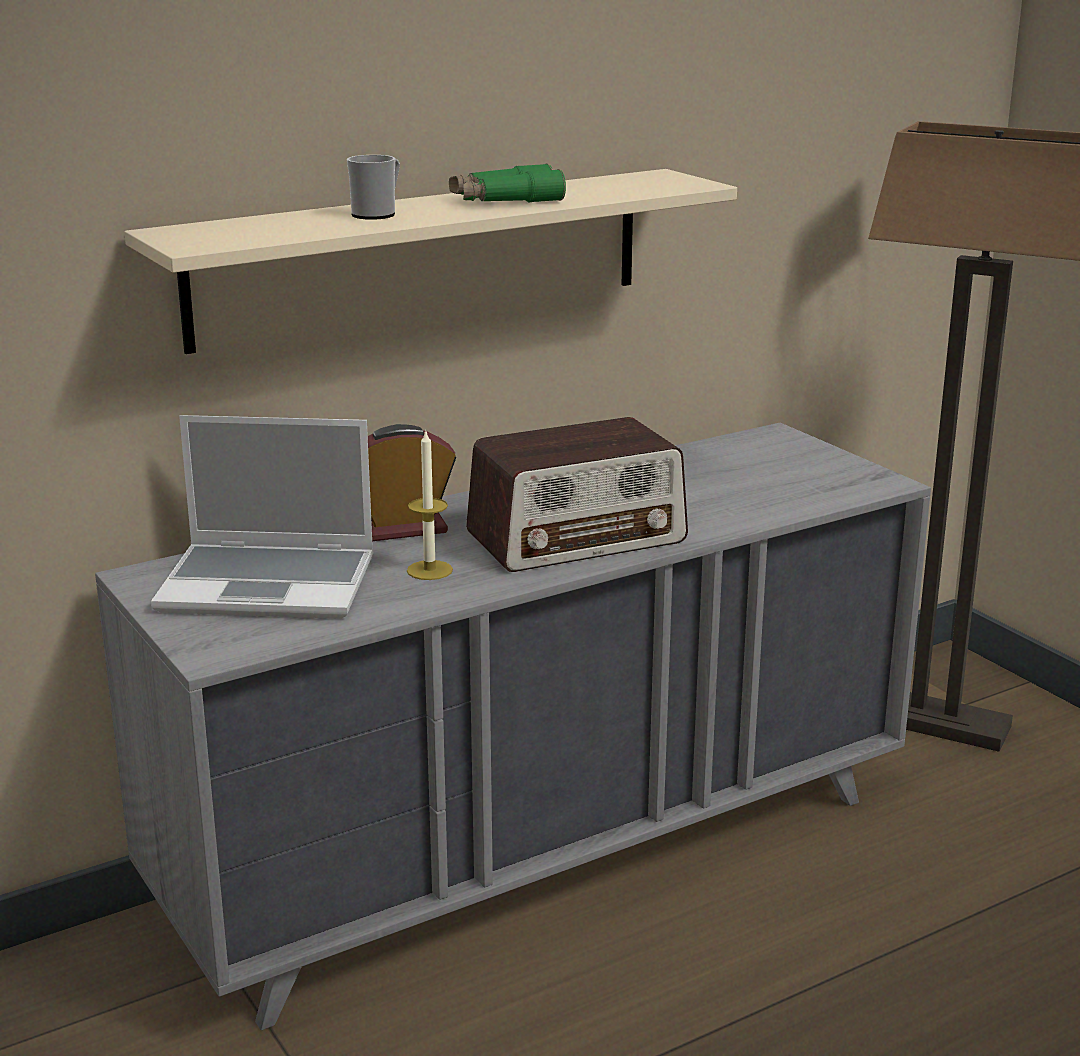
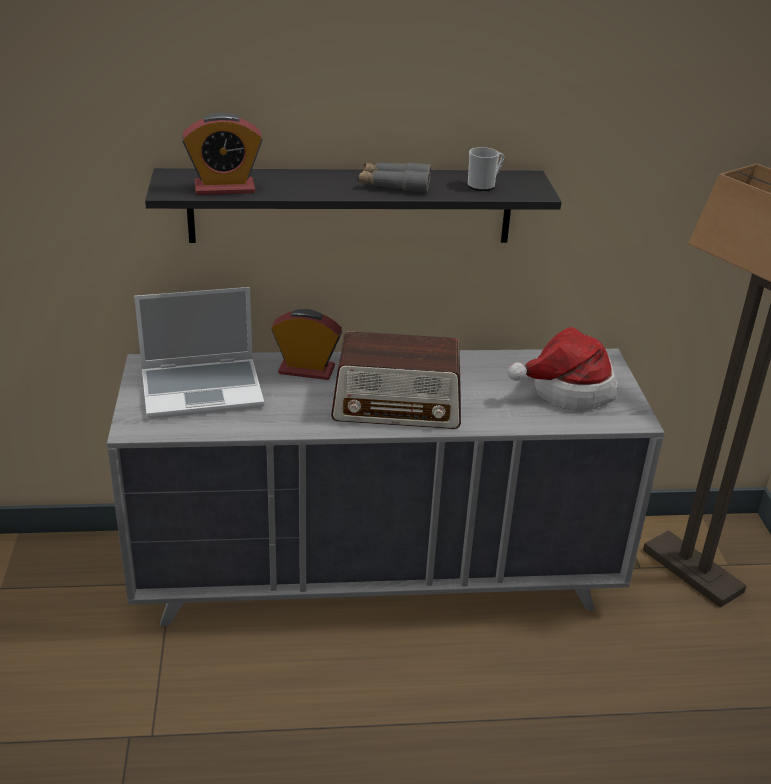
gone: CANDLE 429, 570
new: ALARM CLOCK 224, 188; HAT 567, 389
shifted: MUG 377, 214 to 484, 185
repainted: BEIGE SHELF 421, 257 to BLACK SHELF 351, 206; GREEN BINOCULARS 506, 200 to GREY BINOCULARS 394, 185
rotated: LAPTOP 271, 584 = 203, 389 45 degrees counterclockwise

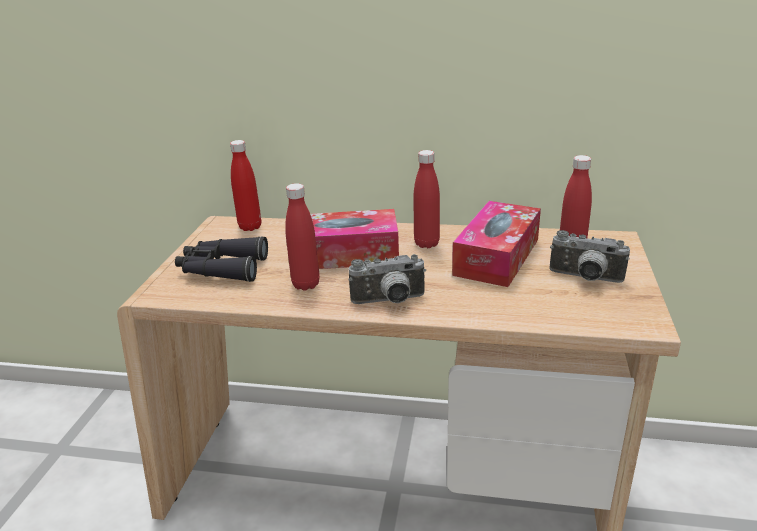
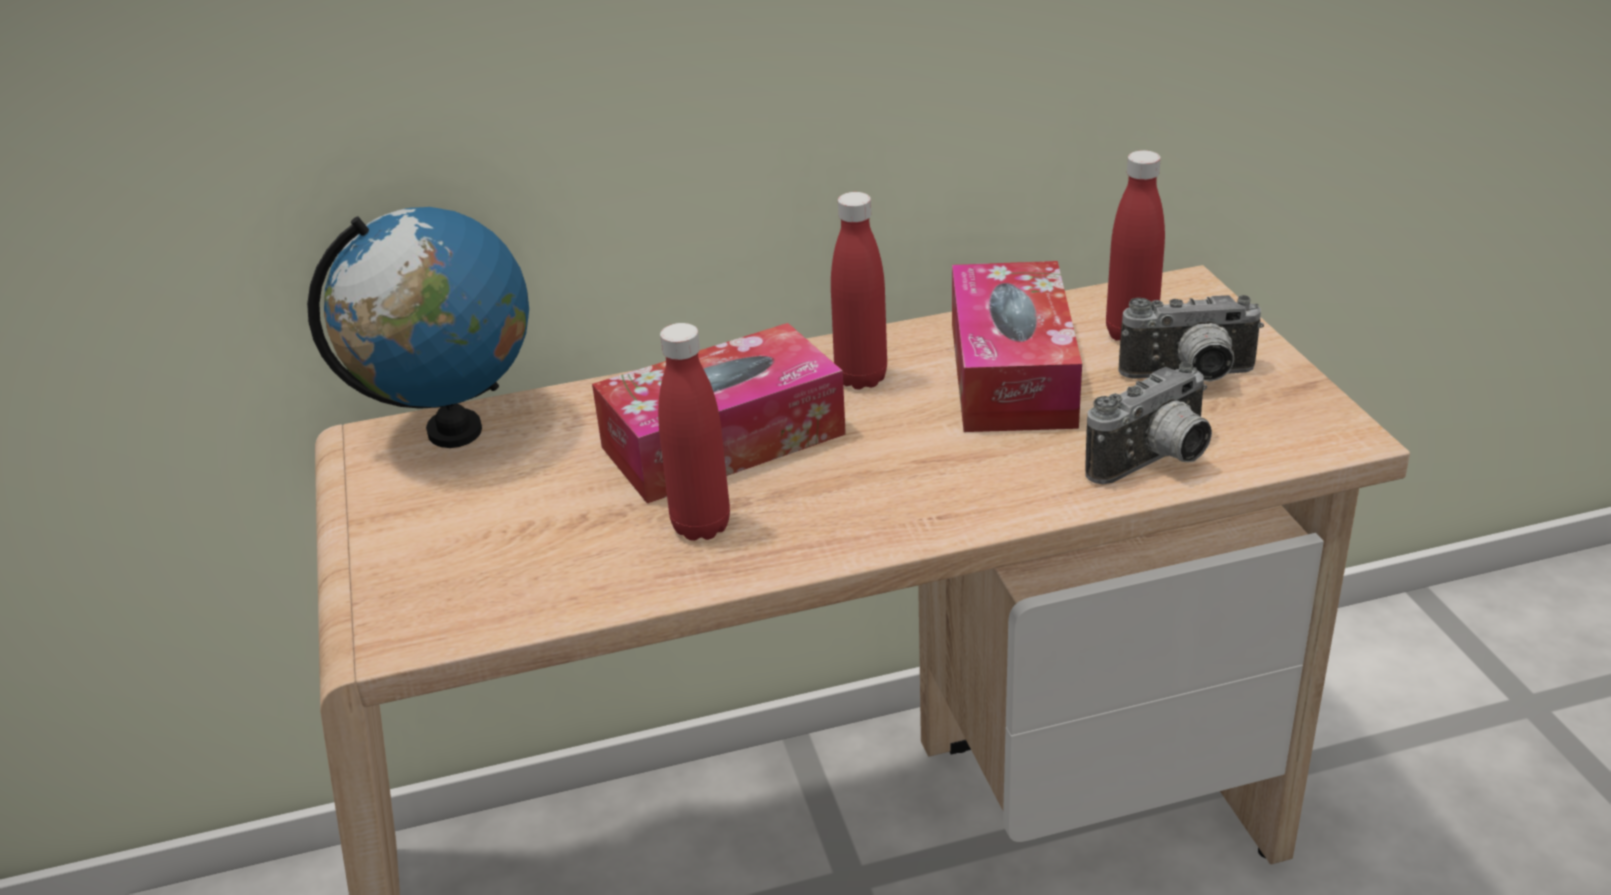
gone: BLACK BINOCULARS 222, 268
shifted: PHOTO CAMERA 389, 301 to 1156, 463
swapped: RED BOTTLE 250, 227 to GLOBE 454, 431

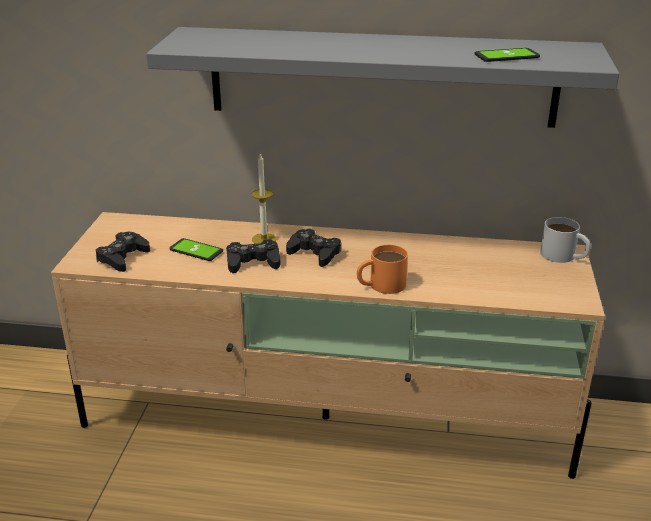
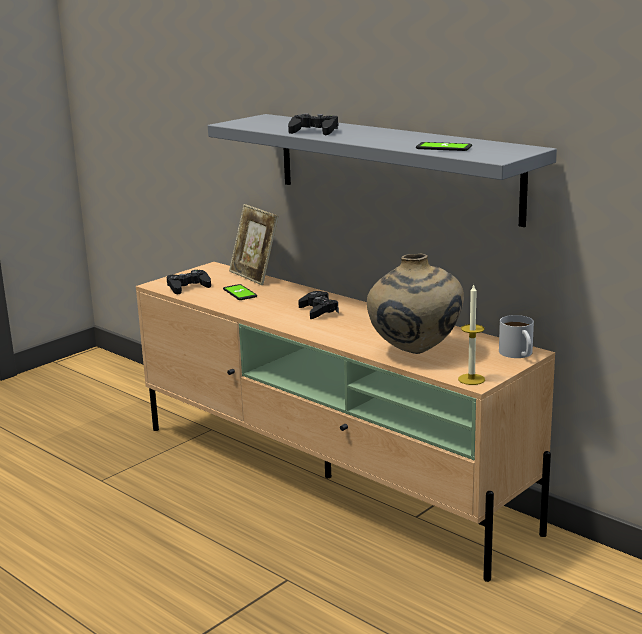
gone: ORANGE MUG 380, 285
new: PICTURE FRAME 255, 276; BEIGE VASE 414, 353
shifted: BLACK GAME CONTROLLER 253, 262 to 314, 131; CANDLE 264, 239 to 471, 379

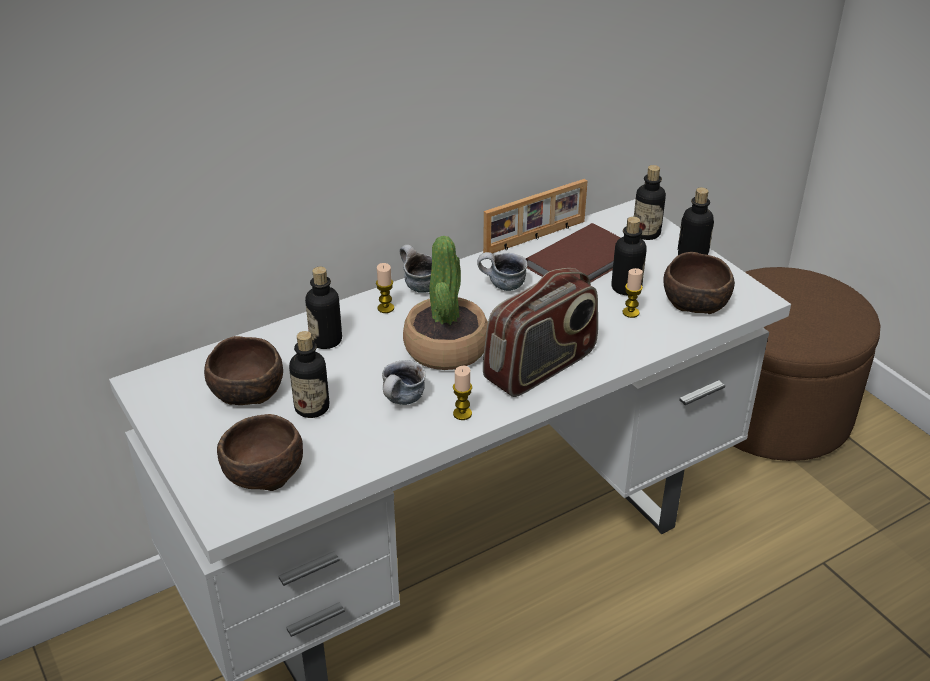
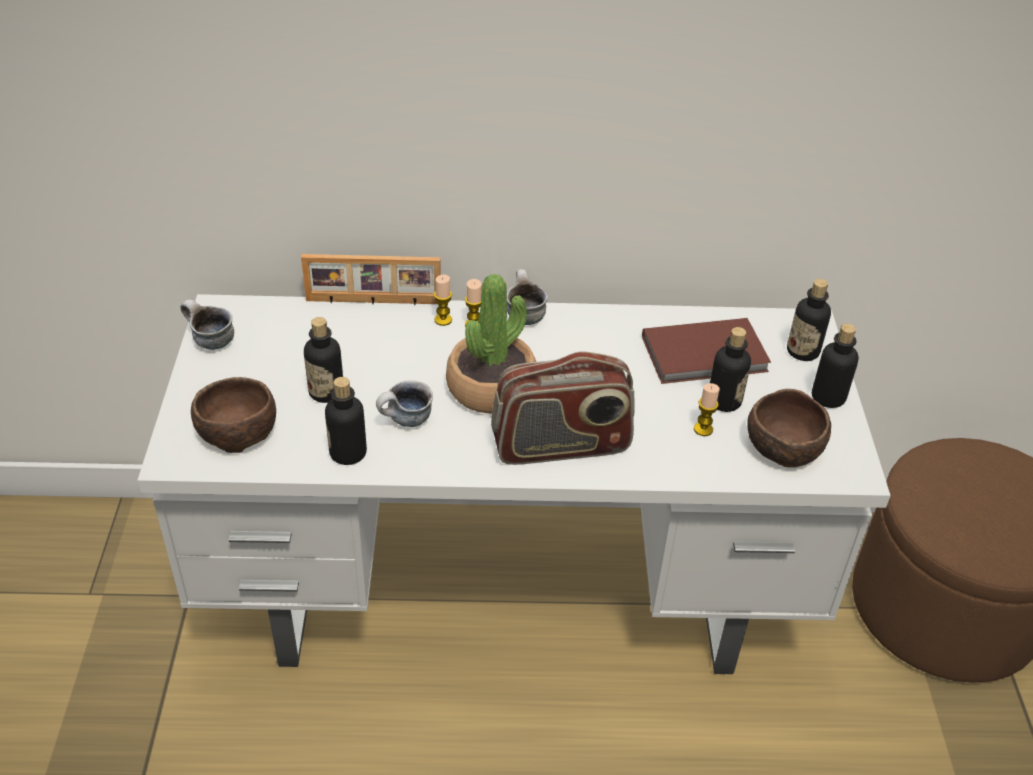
gone: BROWN BOWL 248, 391
shifted: BOTTLE 326, 340 to 348, 453; CANDLE 462, 414 to 443, 320; MUG 502, 286 to 209, 341; PICTURE FRAME 536, 238 to 373, 302

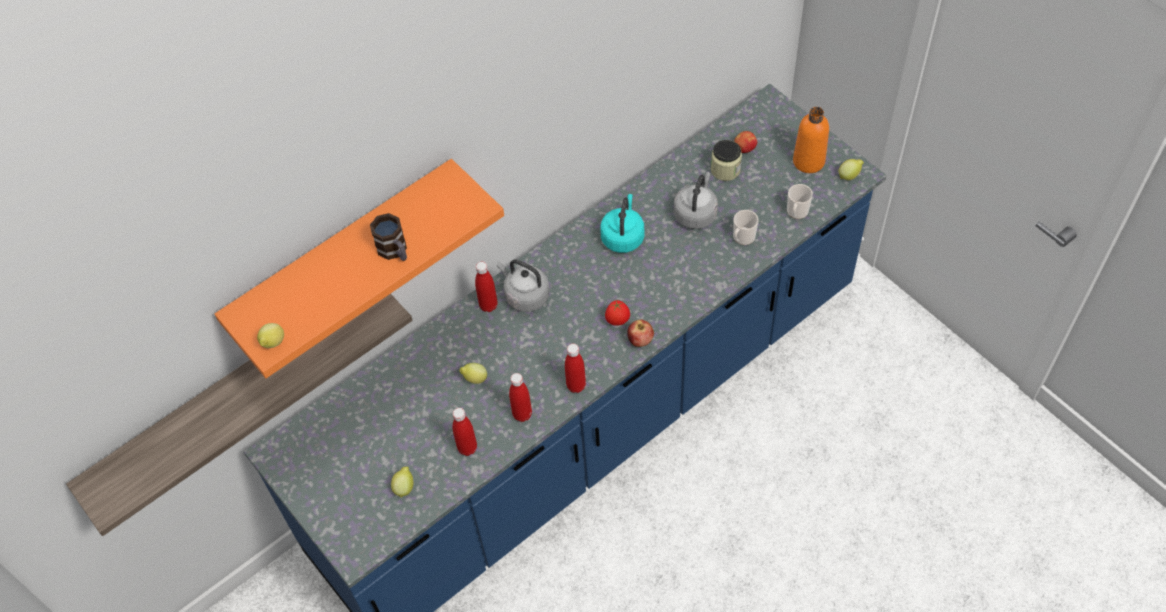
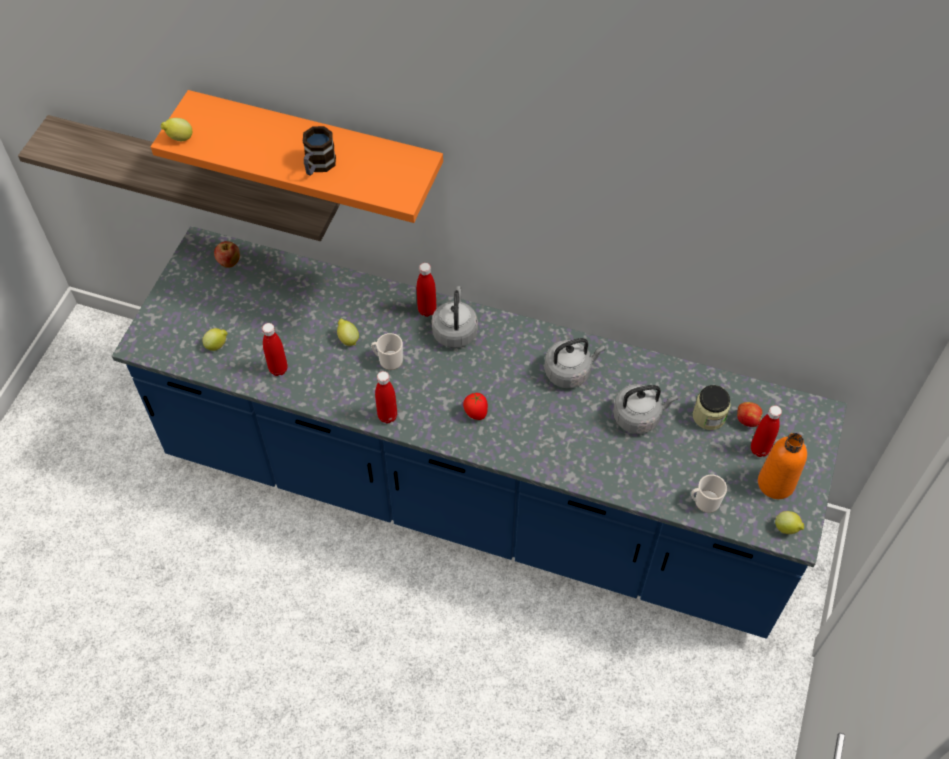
shifted: RED BOTTLE 522, 414 to 759, 449; APPLE 640, 341 to 229, 262; MUG 742, 238 to 388, 360
repainted: TURQUOISE KETTLE 623, 236 to GREY KETTLE 570, 372

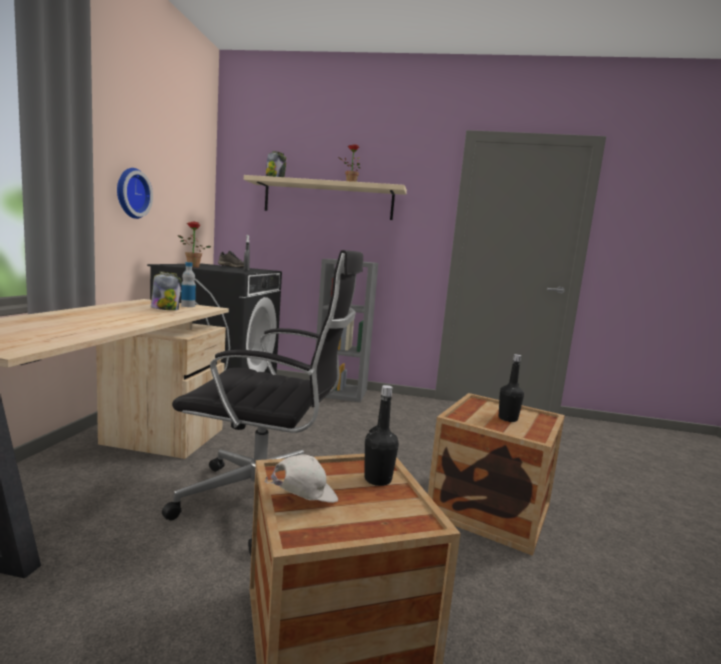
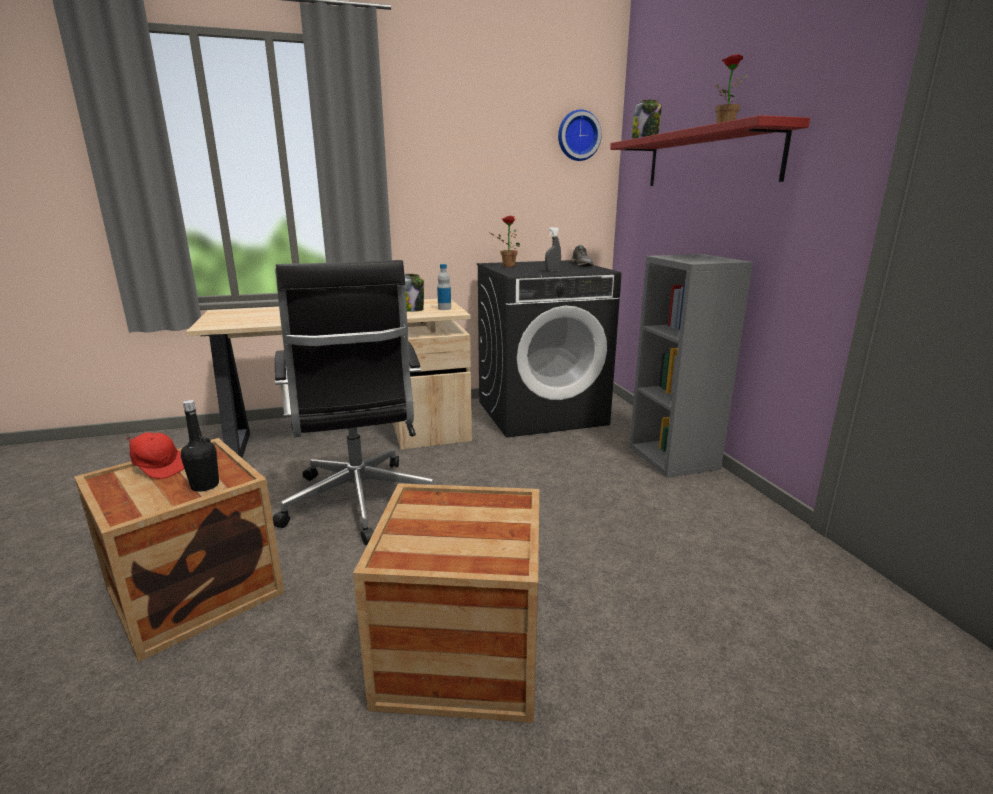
gone: BLACK BOTTLE 508, 419
shifted: WALL CLOCK 131, 193 to 578, 136
repainted: BEIGE SHELF 328, 200 to RED SHELF 709, 159; WHITE CAP 302, 499 to RED CAP 159, 468

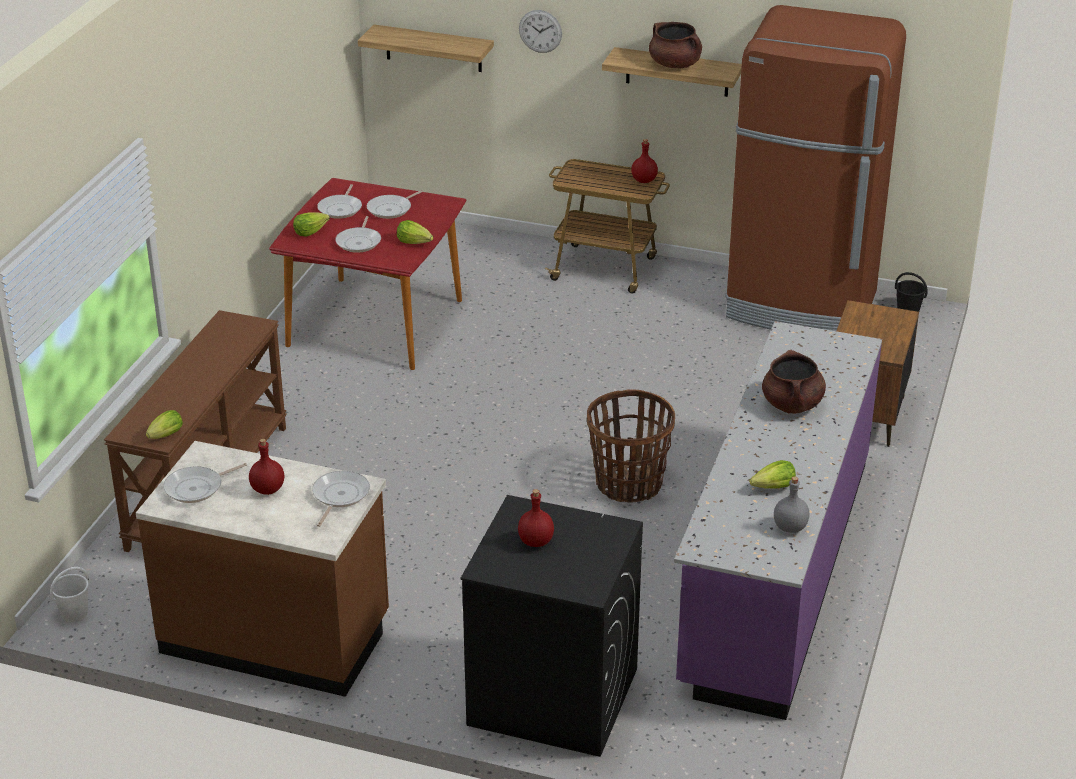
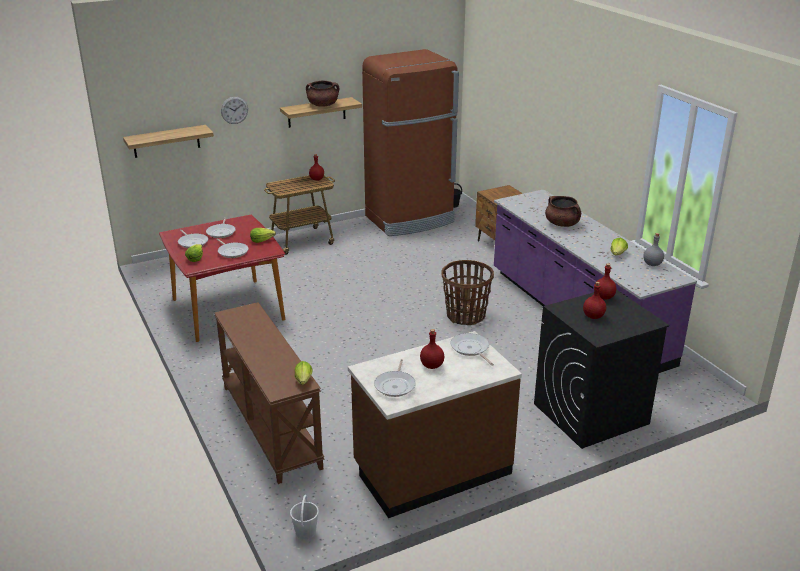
new: RED BOTTLE 603, 297

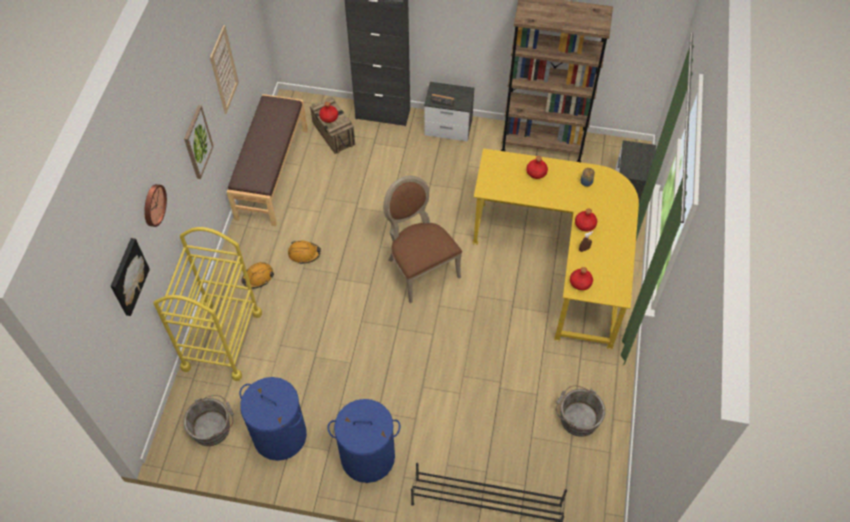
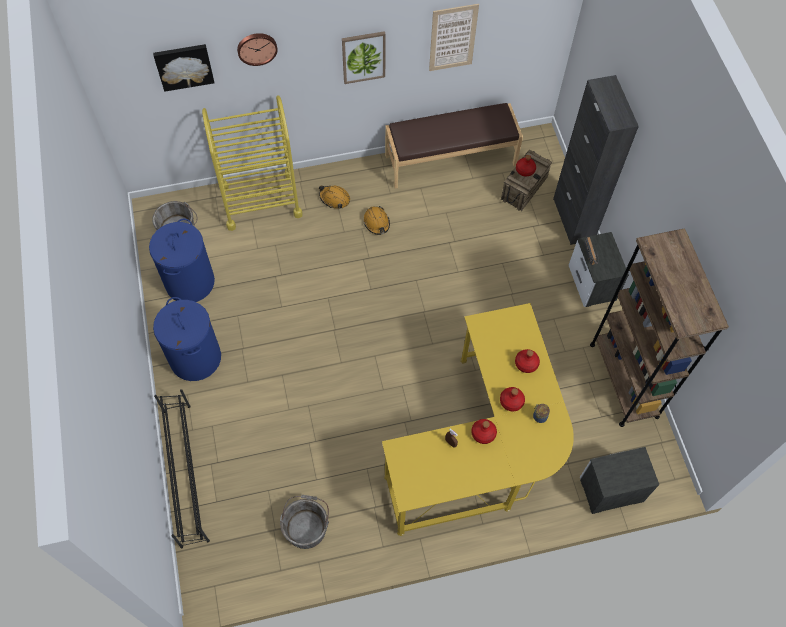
gone: BROWN CHAIR 420, 267
shifted: RED BOTTLE 580, 282 to 511, 401

